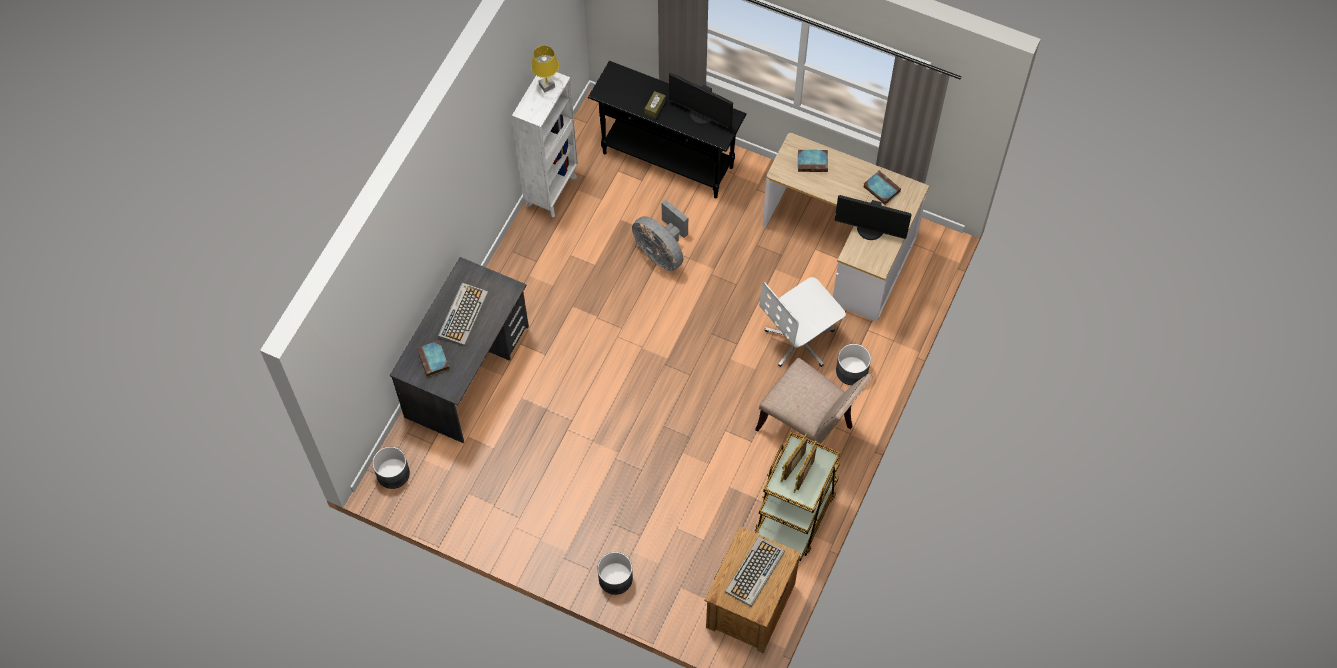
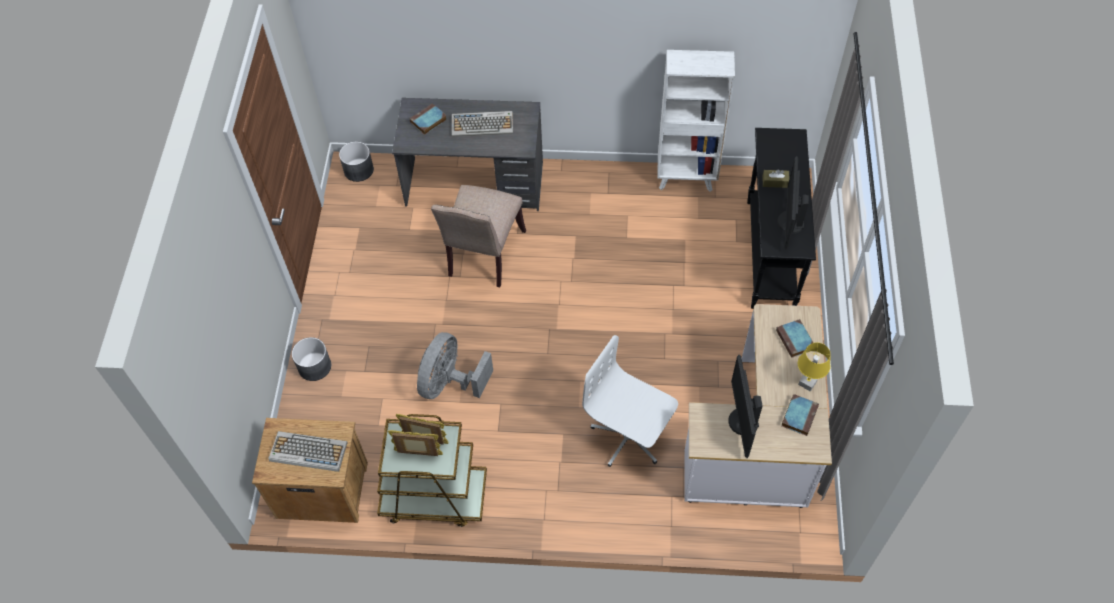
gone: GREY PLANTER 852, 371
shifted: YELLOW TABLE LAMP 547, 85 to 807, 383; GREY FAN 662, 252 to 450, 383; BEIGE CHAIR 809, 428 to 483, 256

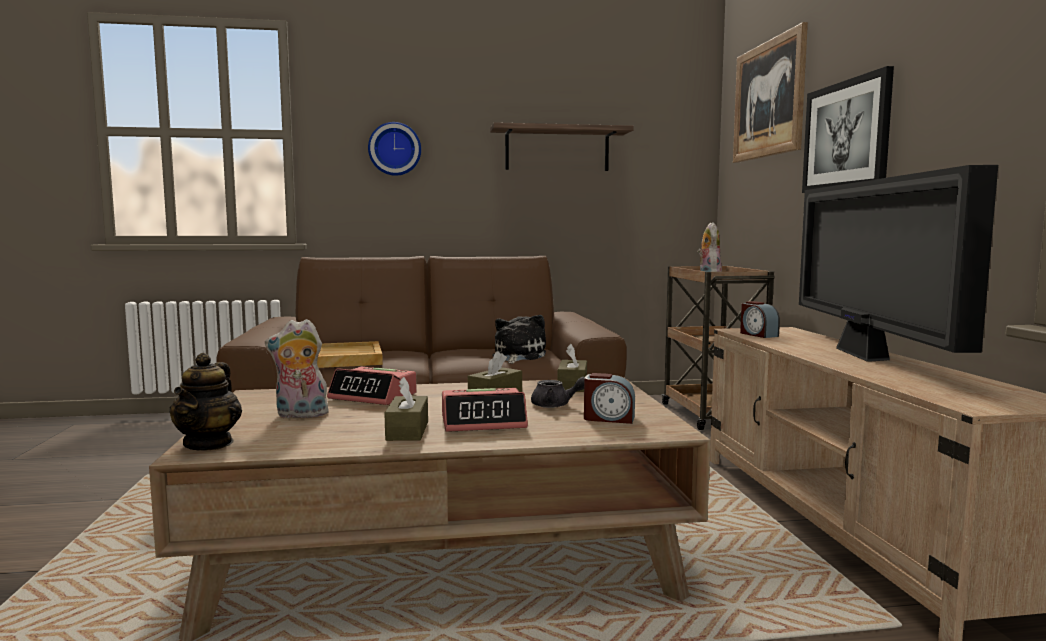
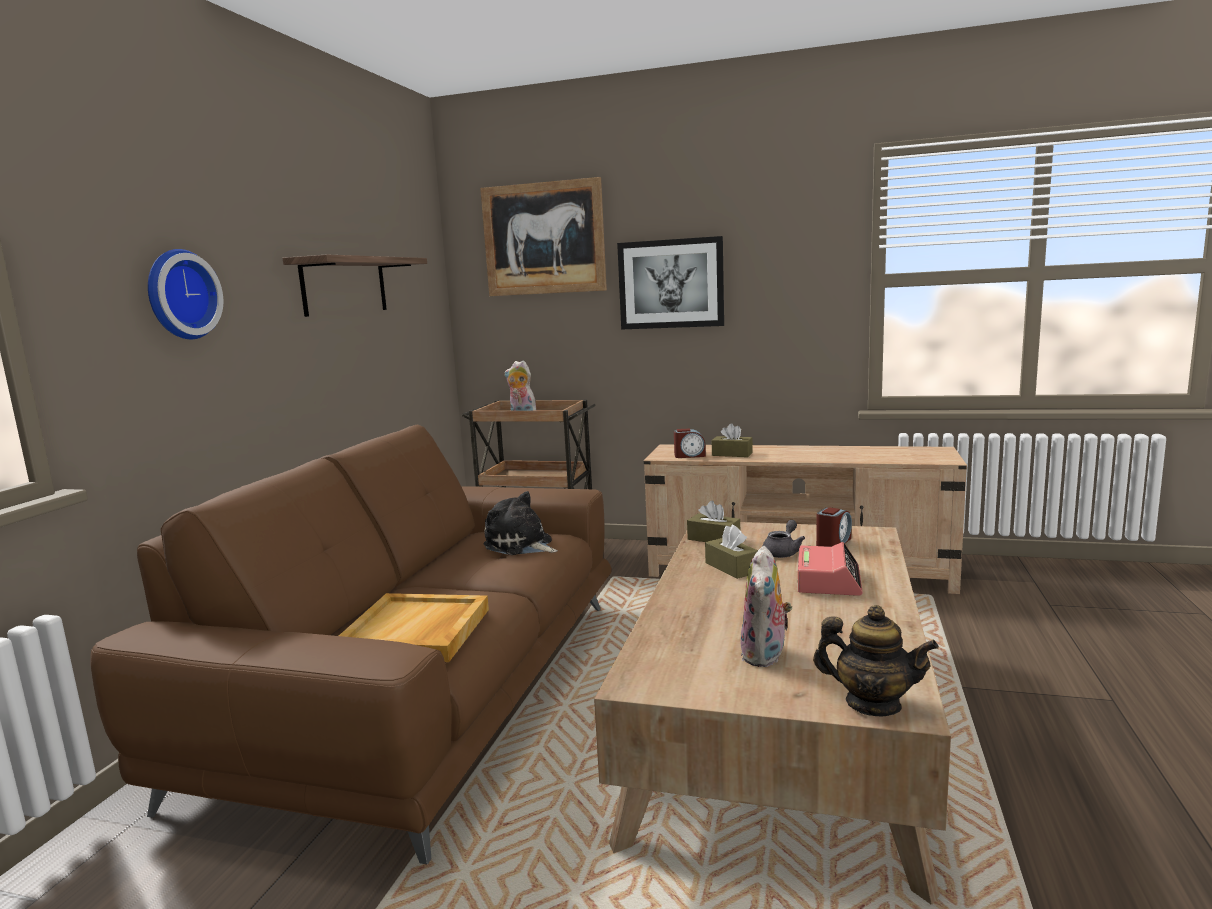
gone: ALARM CLOCK 373, 396; TELEVISION 863, 355
shifted: BROWN TISSUE BOX 407, 431 to 732, 454

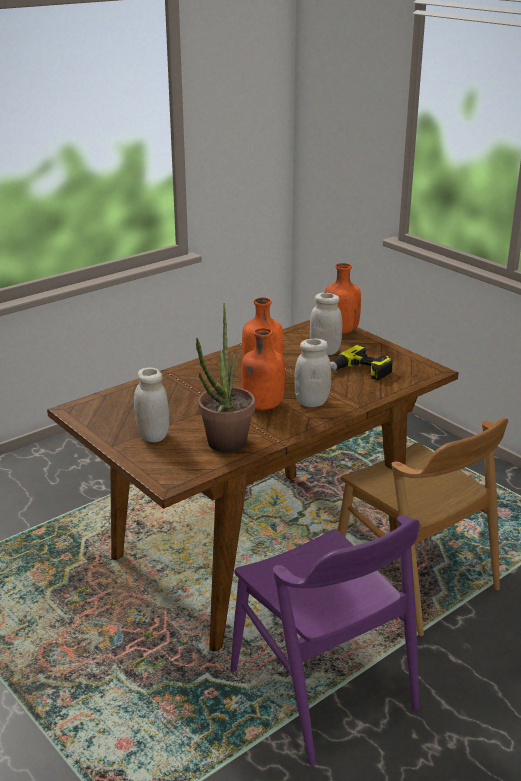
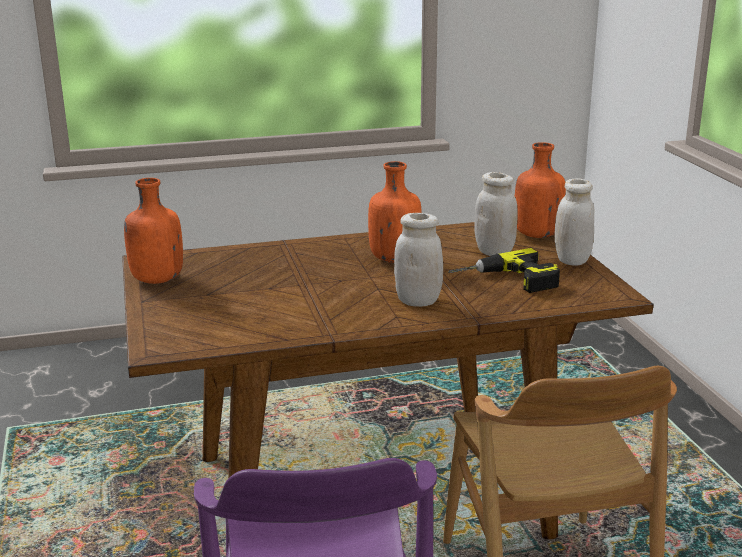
gone: POTTED PLANT 223, 447
shifted: WHITE JAR 153, 436 to 572, 260; ORANGE BOTTLE 262, 406 to 156, 280

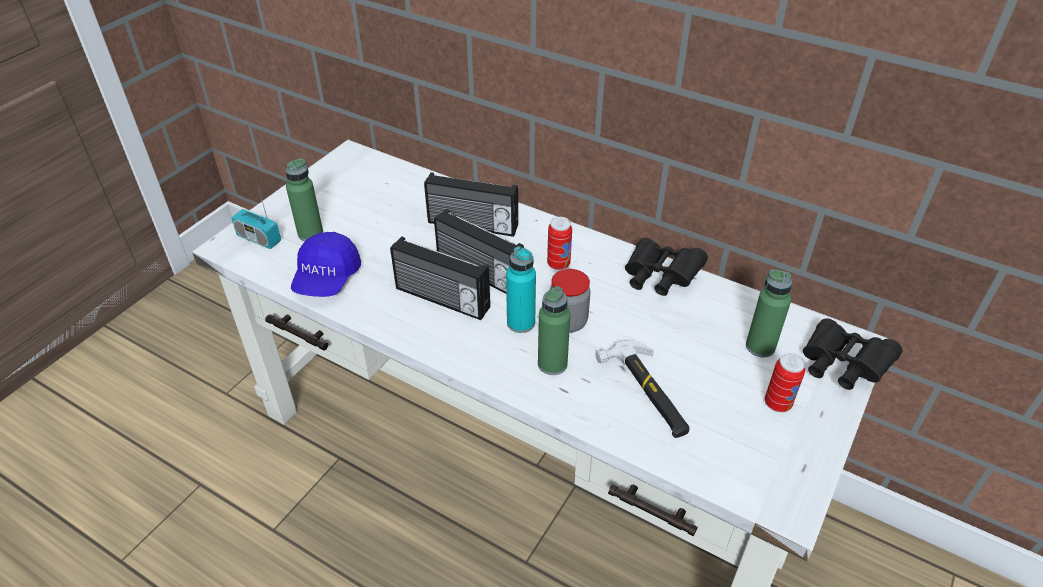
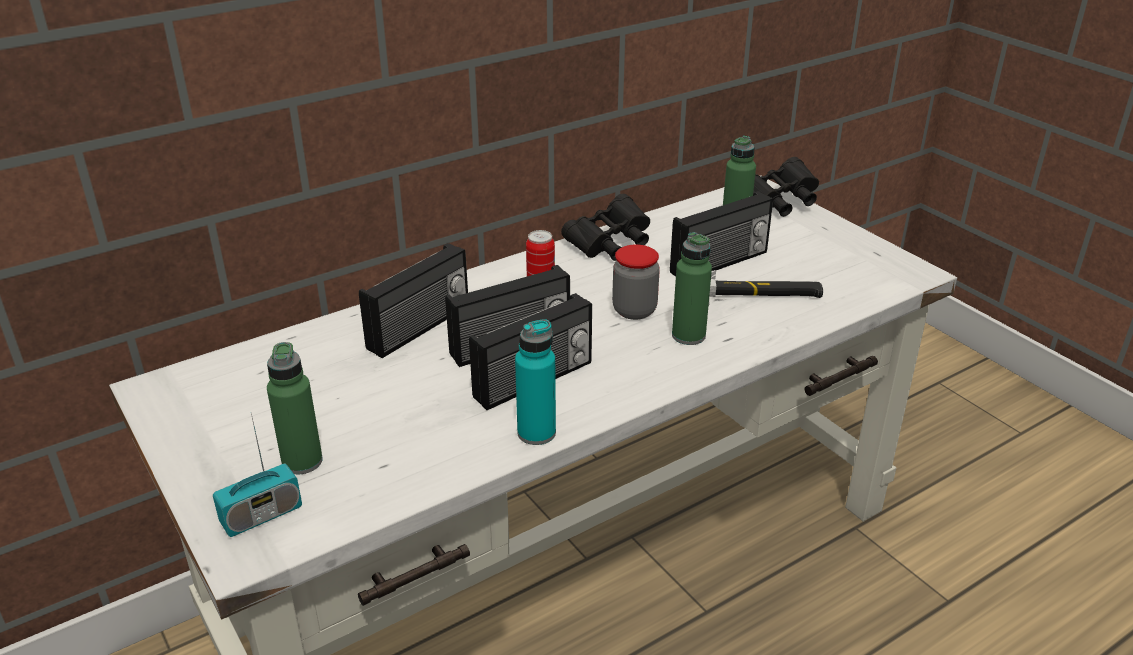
gone: BLUE CAP 327, 279; CAN 777, 403
new: RADIO 720, 263
shifted: TURQUOISE BOTTLE 521, 323 to 536, 433

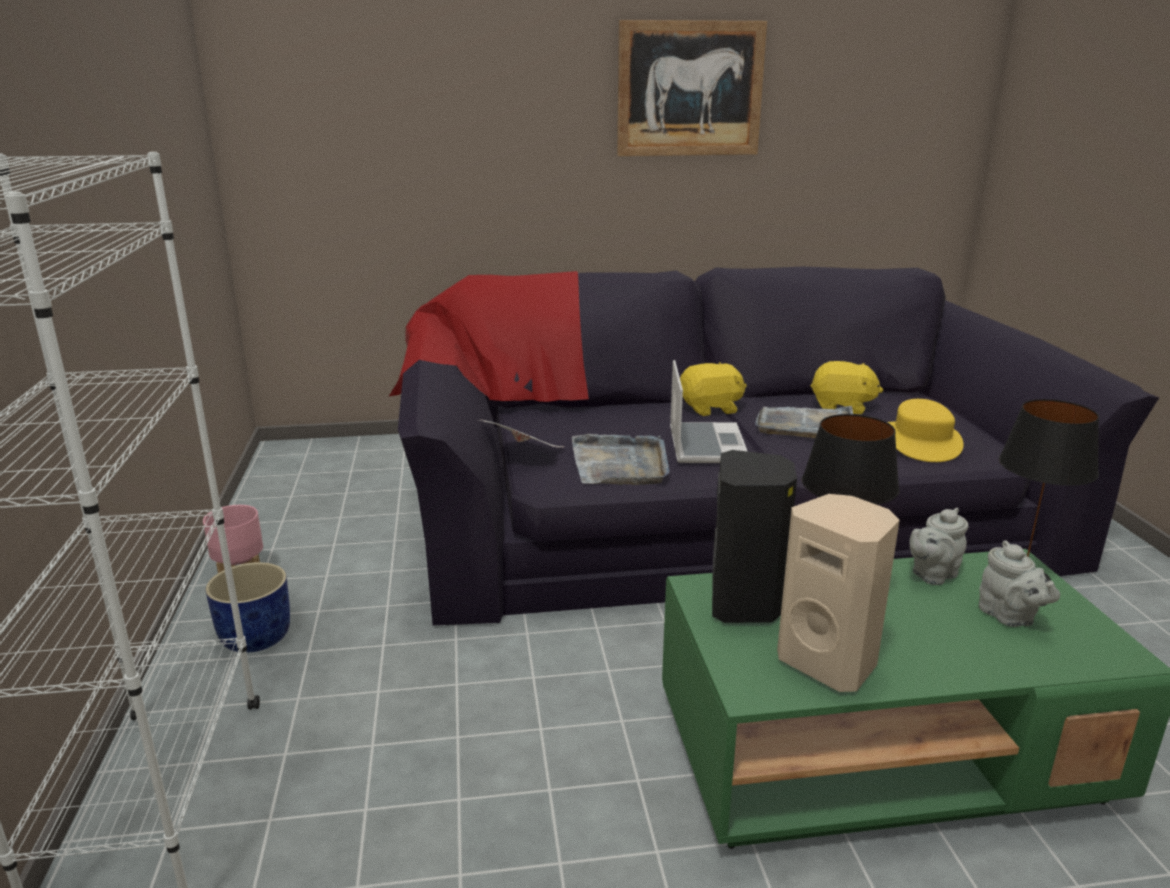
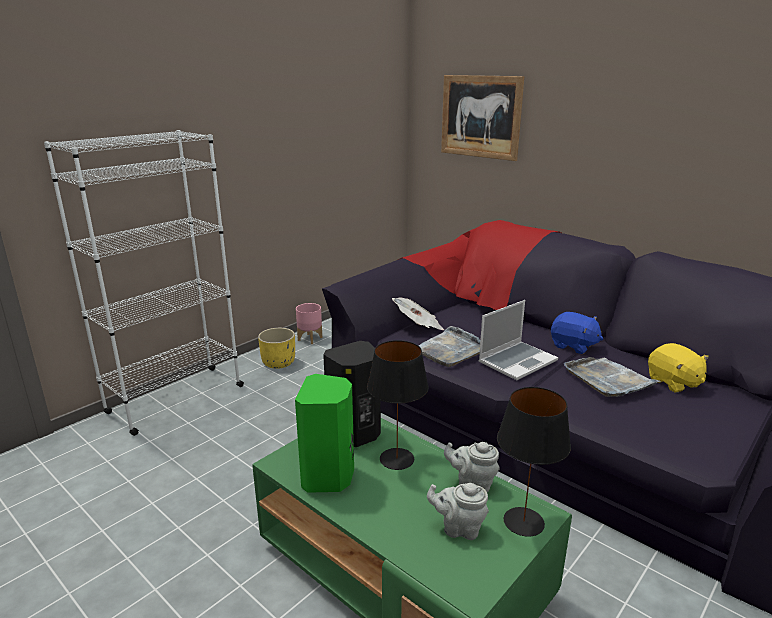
gone: YELLOW HAT 921, 442
shifted: PICTURE 690, 89 to 480, 117
repainted: BLUE PLANTER 254, 637 to YELLOW PLANTER 278, 362; YELLOW PLUSH TOY 711, 409 to BLUE PLUSH TOY 573, 346; BEIGE SPEAKER 829, 662 to GREEN SPEAKER 329, 477
rotated: GREY TEAPOT 1009, 617 = 459, 528 75 degrees clockwise

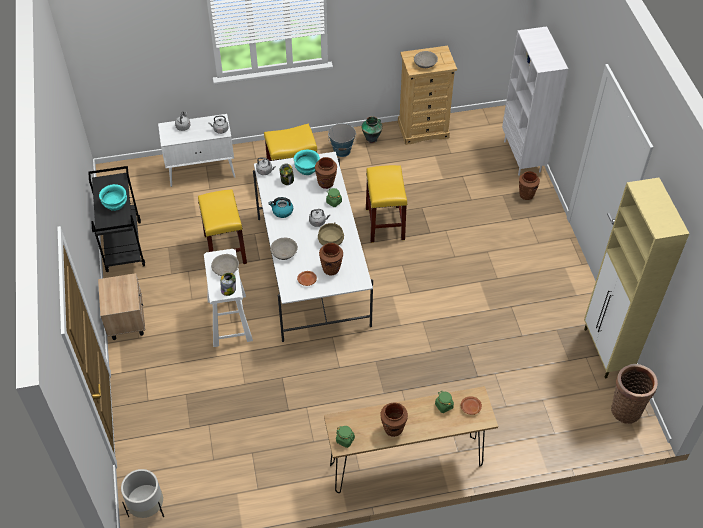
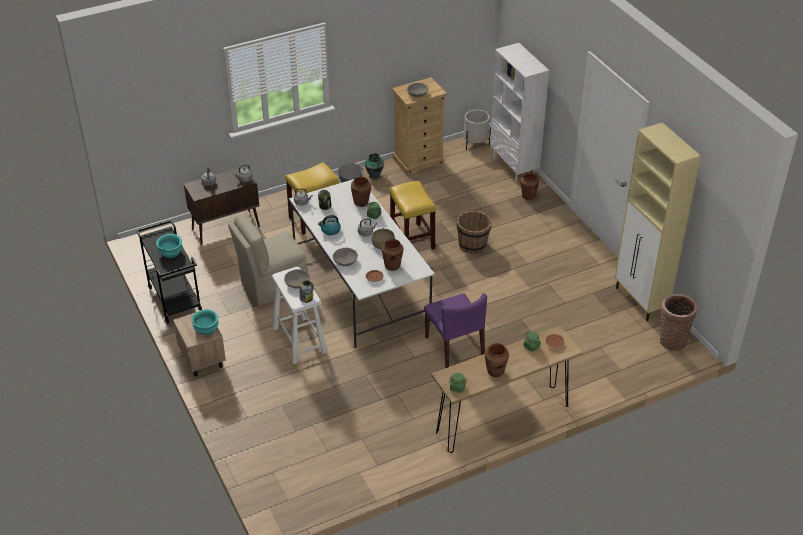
new: PURPLE CHAIR 455, 347; BROWN BUCKET 472, 245
shifted: WHITE PLANTER 147, 507 to 475, 144; TURQUOISE BOWL 307, 168 to 206, 328
swapped: YELLOW STOOL 224, 249 to BEIGE CHAIR 272, 285
repainted: WHITE CABINET 202, 172 to BROWN CABINET 226, 227

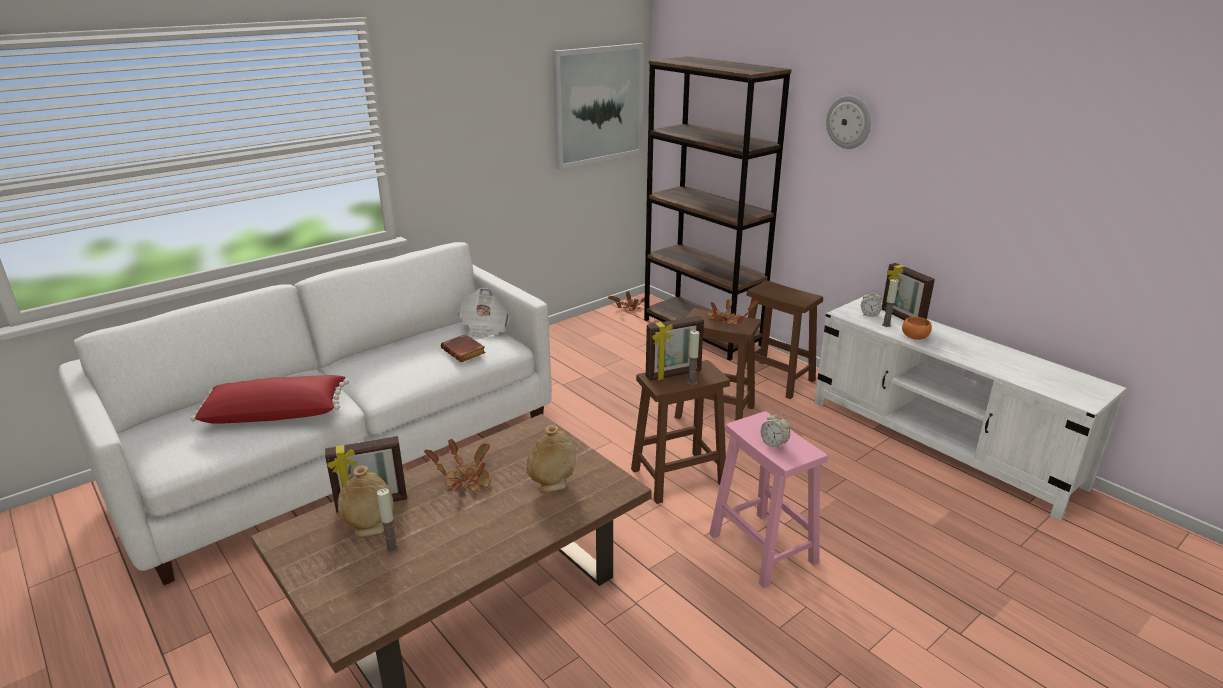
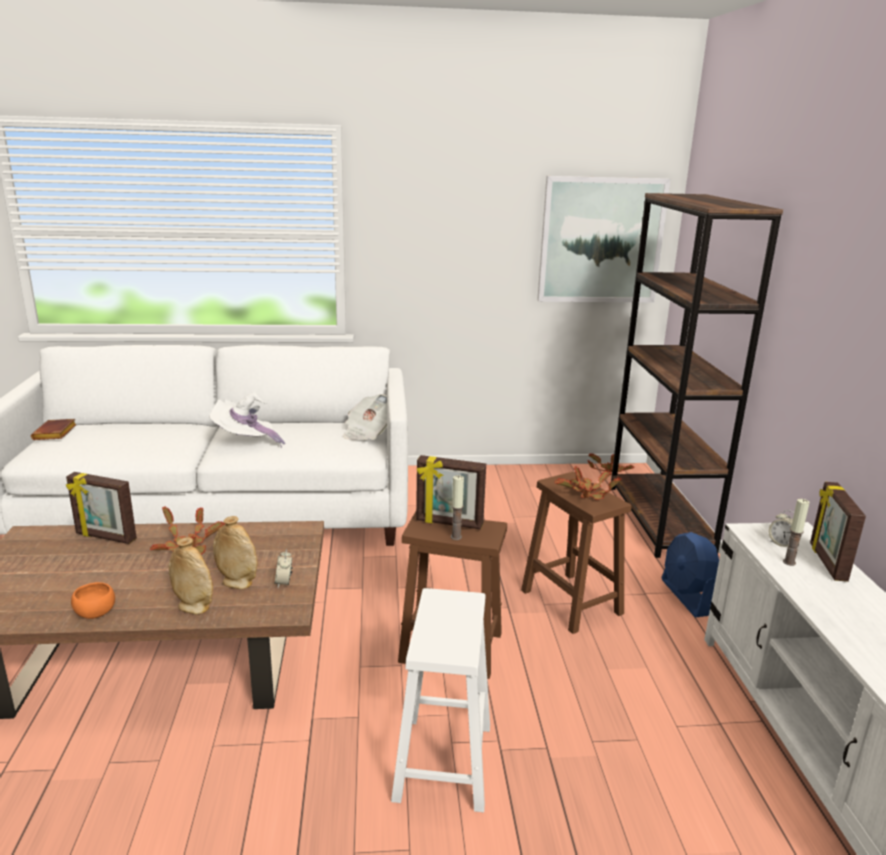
gone: RED PILLOW 276, 413; CANDLE 392, 549; WALL CLOCK 849, 122
new: WHITE HAT 245, 442
shifted: BEIGE VASE 370, 530 to 193, 607; BROWN BOOK 465, 352 to 55, 434; ALARM CLOCK 774, 444 to 284, 583; ORANGE BOWL 915, 338 to 95, 614
swapped: BROWN STOOL 776, 379 to BLUE FAN 688, 597
repainted: PINK STOOL 764, 549 to WHITE STOOL 443, 763

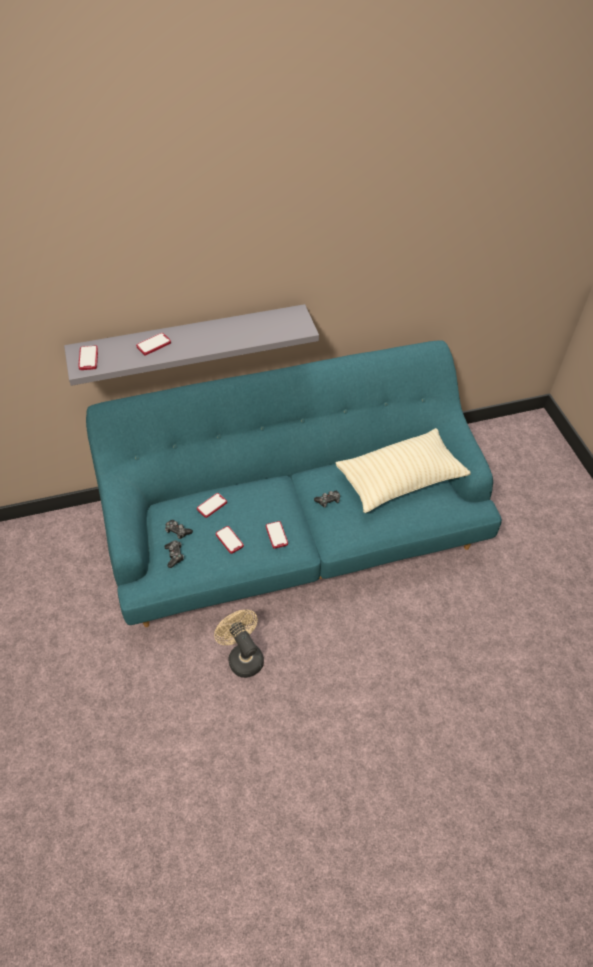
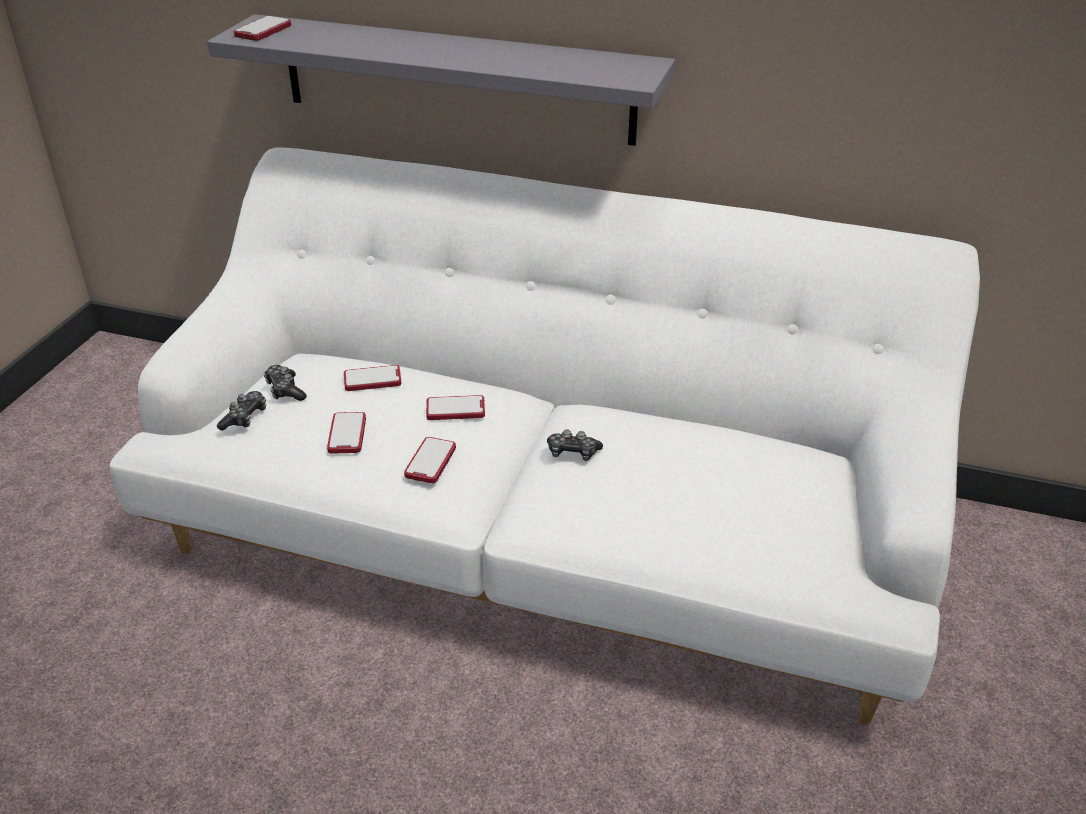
gone: BEIGE FAN 242, 656; BEIGE PILLOW 400, 479
shifted: PHONE 154, 345 to 455, 409
repainted: TURQUOISE SOFA 295, 531 to WHITE SOFA 543, 533

